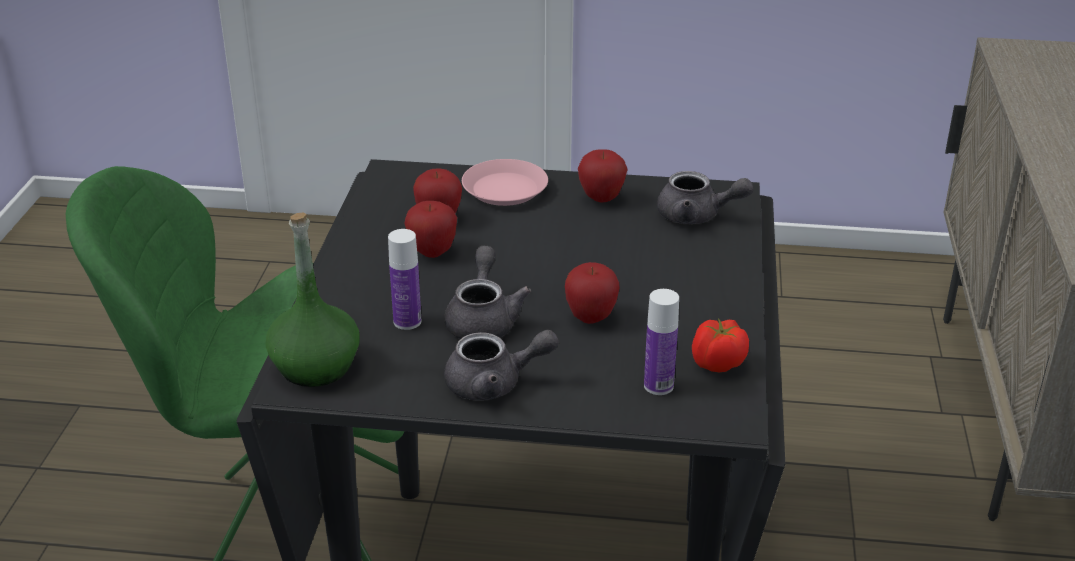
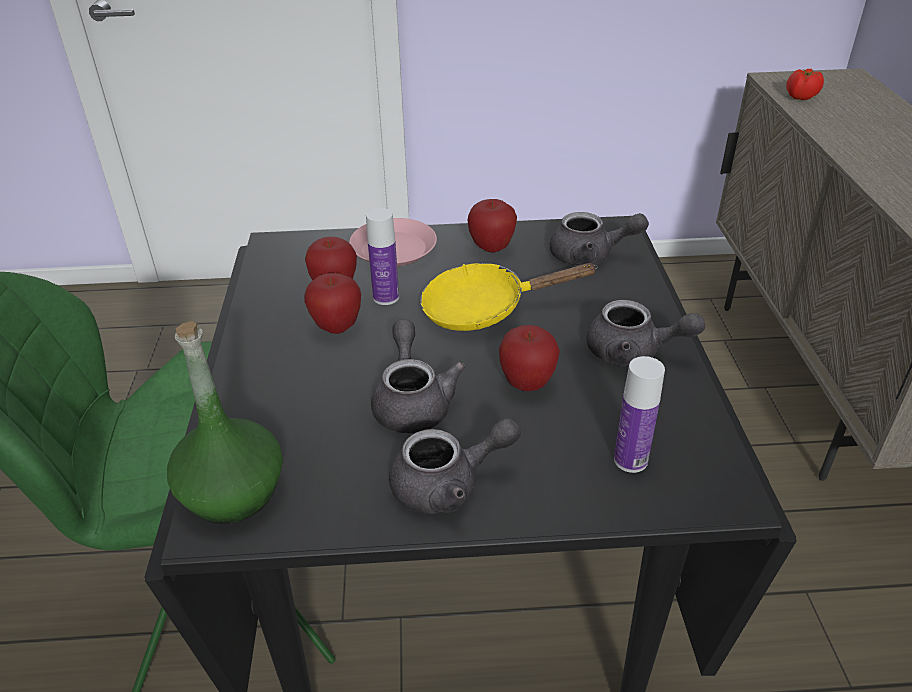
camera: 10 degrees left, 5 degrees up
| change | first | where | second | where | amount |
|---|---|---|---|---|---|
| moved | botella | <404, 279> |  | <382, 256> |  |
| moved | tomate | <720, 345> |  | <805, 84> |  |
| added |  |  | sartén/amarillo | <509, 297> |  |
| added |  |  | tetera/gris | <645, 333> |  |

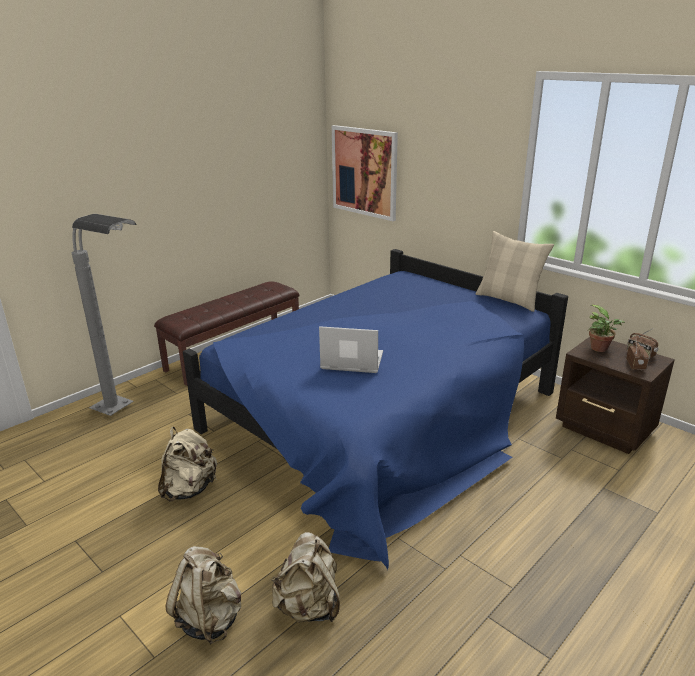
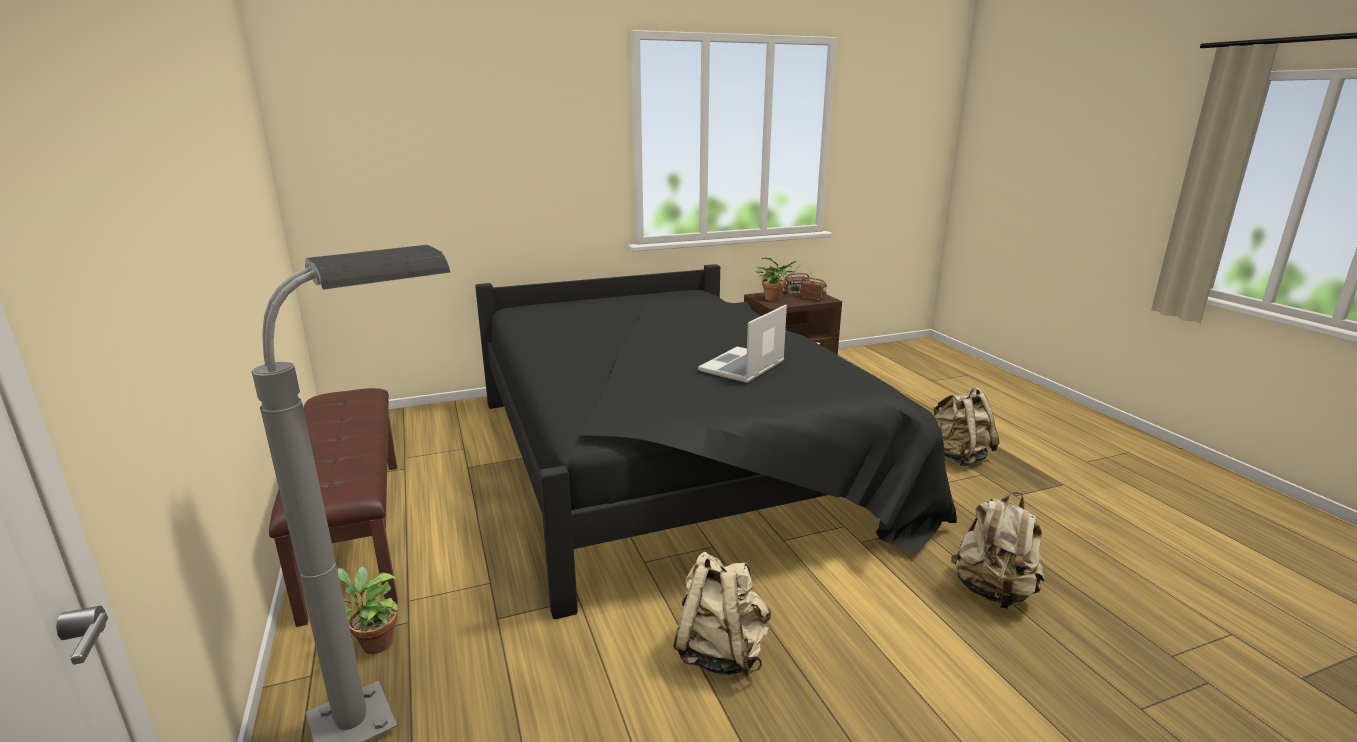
camera: 65 degrees left, 5 degrees down
| change | first | where | second | where | amount |
|---|---|---|---|---|---|
| moved | mochila/beis | <203, 595> |  | <966, 426> |  |
| recoloured | cama/azul | <375, 409> | cama/negro | <716, 442> |  |
| removed | cuadro | <365, 173> |  |  |  |
| removed | cojín/beis | <515, 271> |  |  |  |
| added |  |  | planta en maceta | <368, 610> |  |

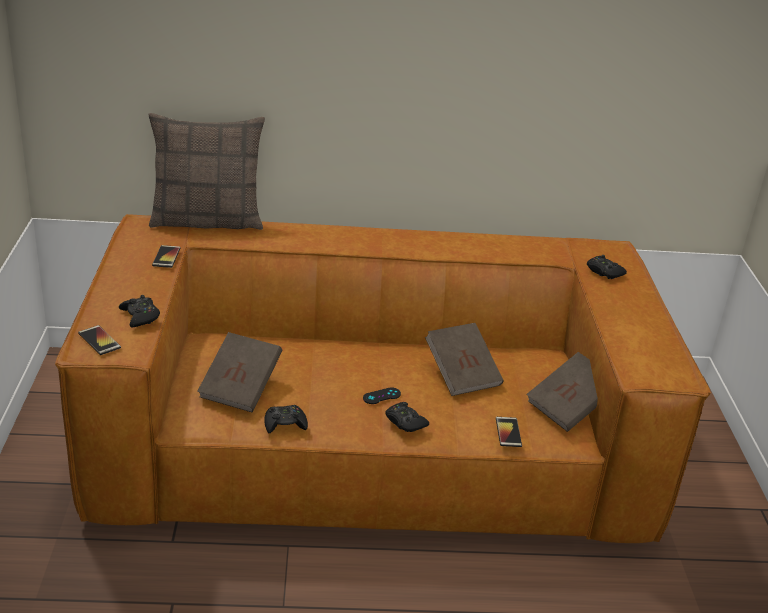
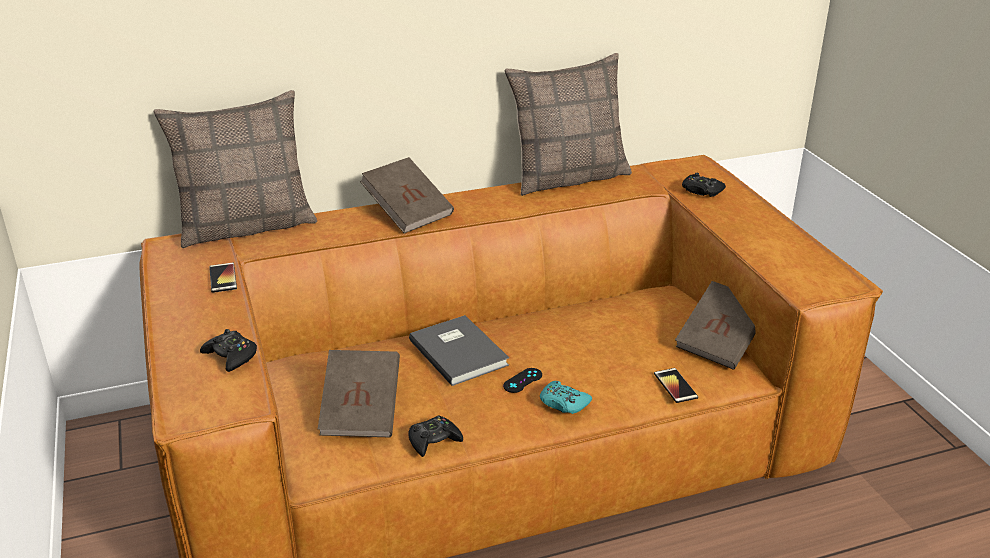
camera: 15 degrees left, 0 degrees up
| change | first | where | second | where | amount |
|---|---|---|---|---|---|
| removed | móvil | <99, 340> |  |  |  |
| recoloured | mando de consola/negro | <407, 417> | mando de consola/turquesa | <566, 397> |  |
| moved | libro/marrón | <464, 359> |  | <407, 195> |  |
| added |  |  | libro/gris | <459, 350> |  |
| added |  |  | cojín | <568, 124> |  |

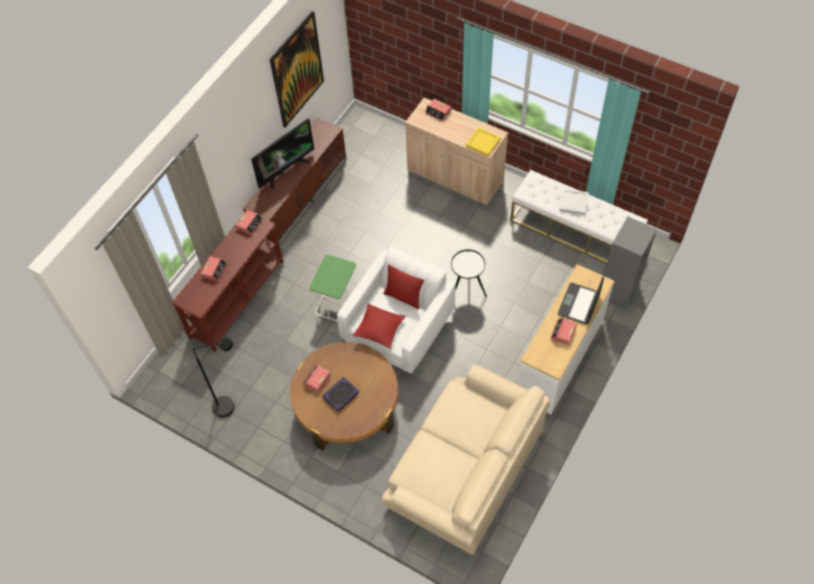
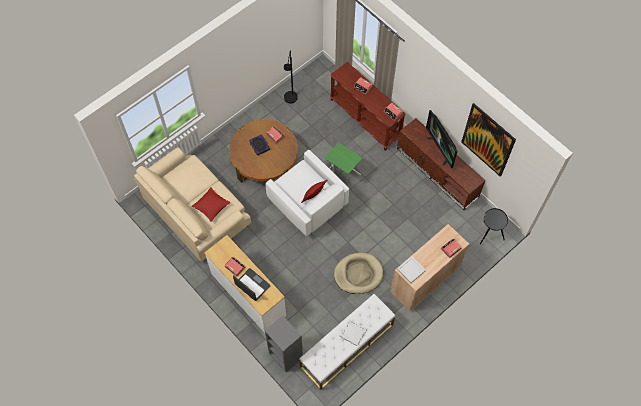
camera: 105 degrees right, 5 degrees up
| change | first | where | second | where | amount |
|---|---|---|---|---|---|
| moved | cojín/rojo | <379, 326> |  | <211, 204> |  |
| moved | mesa auxiliar/negro | <469, 273> |  | <494, 226> |  |
| recoloured | bandeja/amarillo | <483, 141> | bandeja/blanco | <411, 269> |  |
| added |  |  | cama para perro/beis | <358, 273> |  |

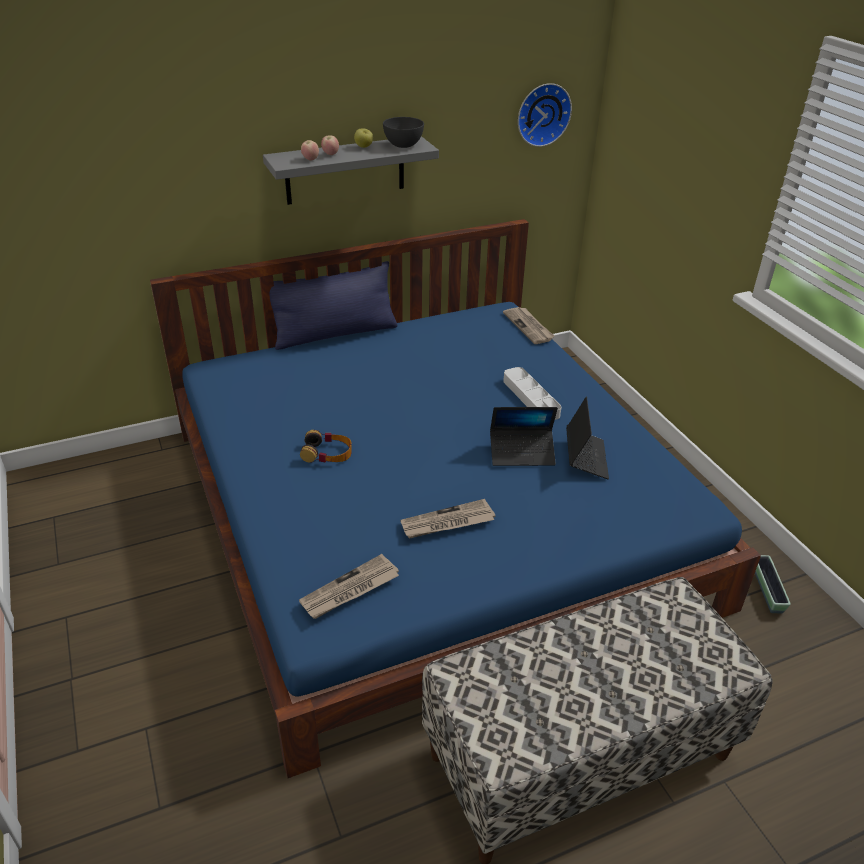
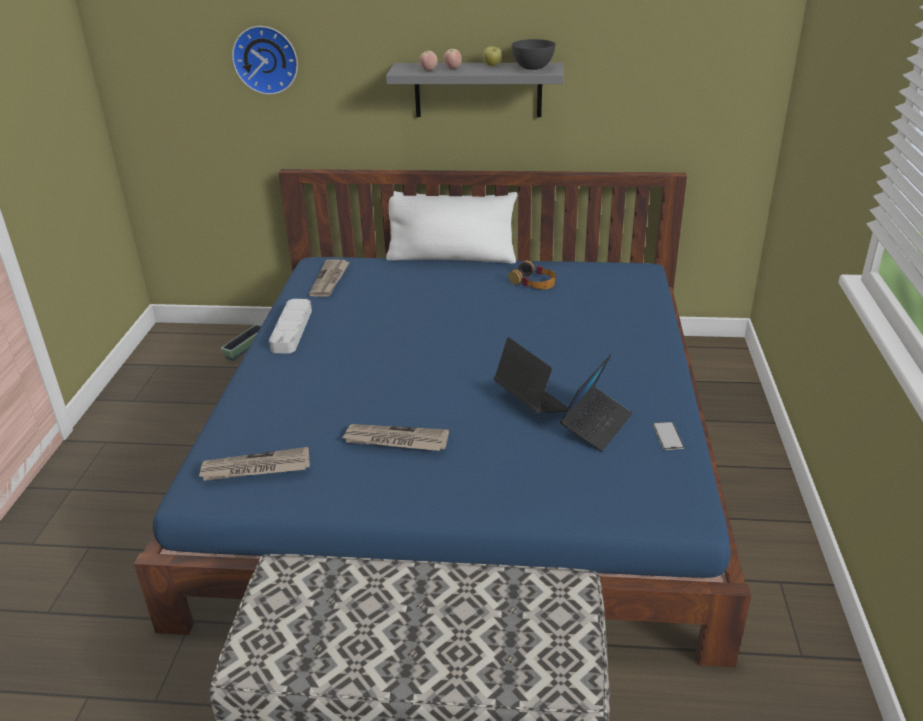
camera: 30 degrees right, 5 degrees down
| change | first | where | second | where | amount |
|---|---|---|---|---|---|
| recoloured | cojín/azul | <333, 305> | cojín/blanco | <451, 227> |  |
| moved | auriculares | <326, 446> |  | <532, 275> |  |
| turned | portátil | <524, 436> |  | <531, 375> | 150 degrees counterclockwise |
| moved | periódico | <528, 325> |  | <329, 278> |  |
| moved | bandeja/gris | <532, 393> |  | <290, 326> |  |
| moved | reloj de pared | <545, 115> |  | <265, 60> |  |
| moved | maceta | <773, 584> |  | <241, 342> |  |
| added |  |  | móvil | <668, 436> |  |

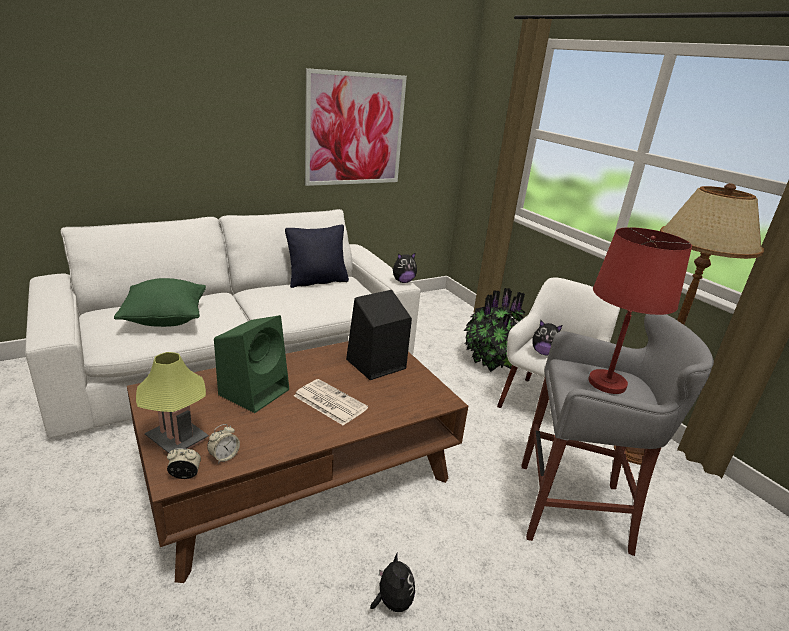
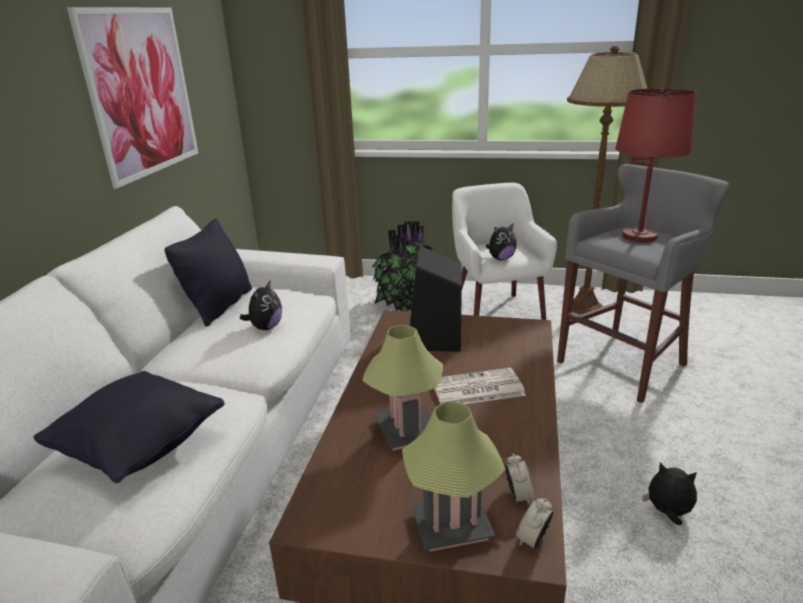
camera: 45 degrees left, 0 degrees up
| change | first | where | second | where | amount |
|---|---|---|---|---|---|
| recoloured | cojín/verde | <160, 302> | cojín/negro | <129, 427> |  |
| replaced | altavoz/verde | <251, 364> | lámpara de mesa | <402, 388> |  |
| moved | peluche | <404, 267> |  | <261, 305> |  |

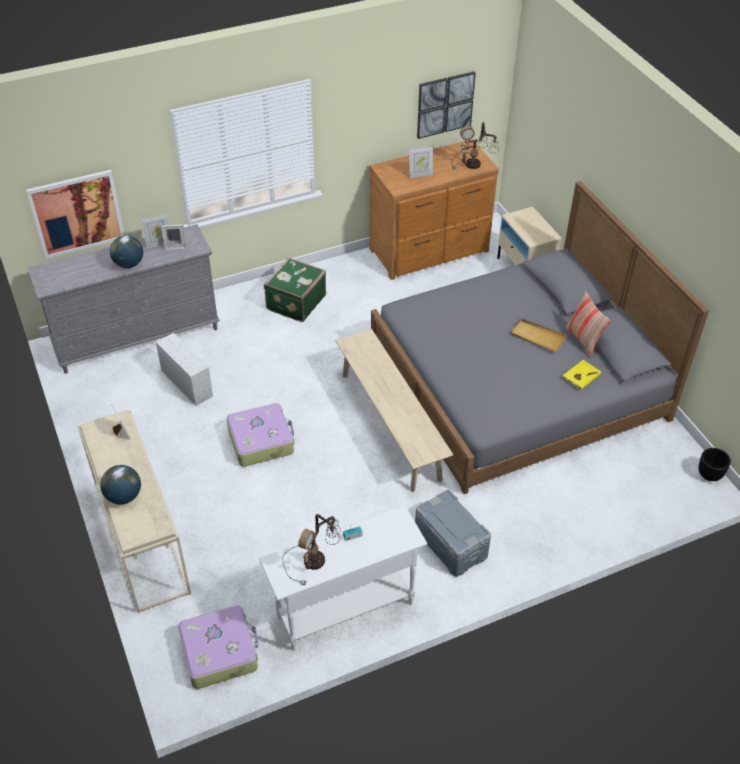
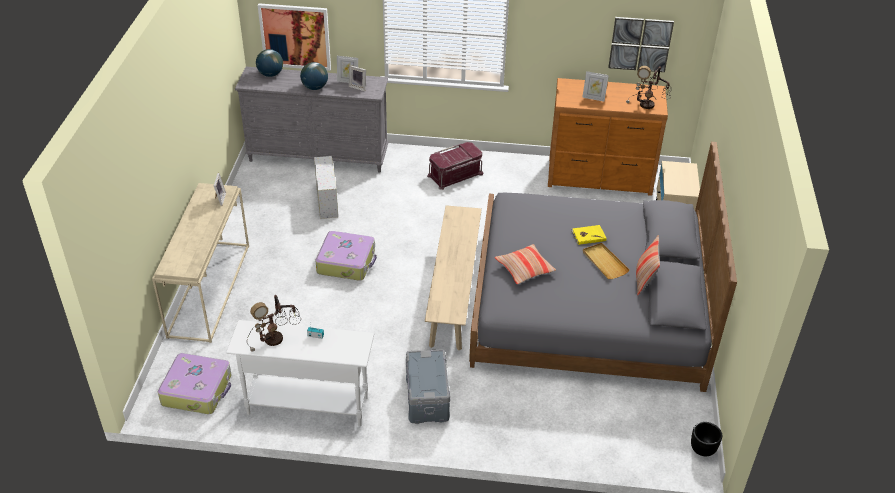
camera: 30 degrees right, 5 degrees down
| change | first | where | second | where | amount |
|---|---|---|---|---|---|
| moved | globo terráqueo | <120, 485> |  | <269, 63> |  |
| replaced | maleta/verde | <295, 289> | caja de almacenaje/rojo | <455, 166> |  |
| moved | libro/amarillo | <581, 375> |  | <589, 235> |  |
| added |  |  | cojín | <525, 264> |  |

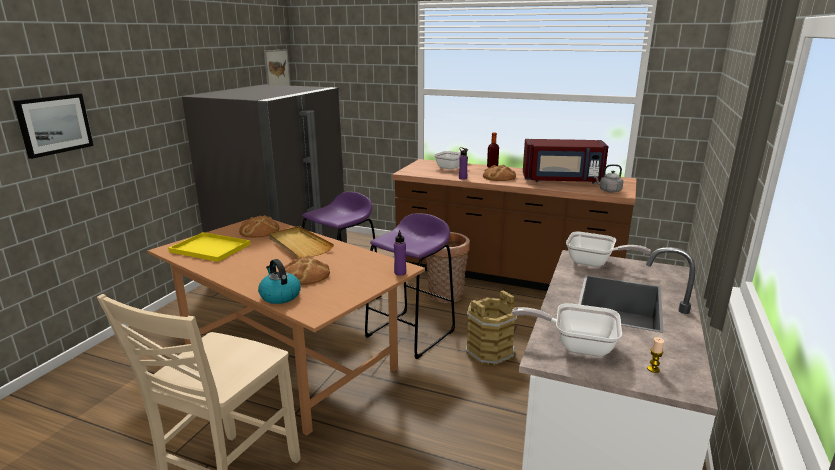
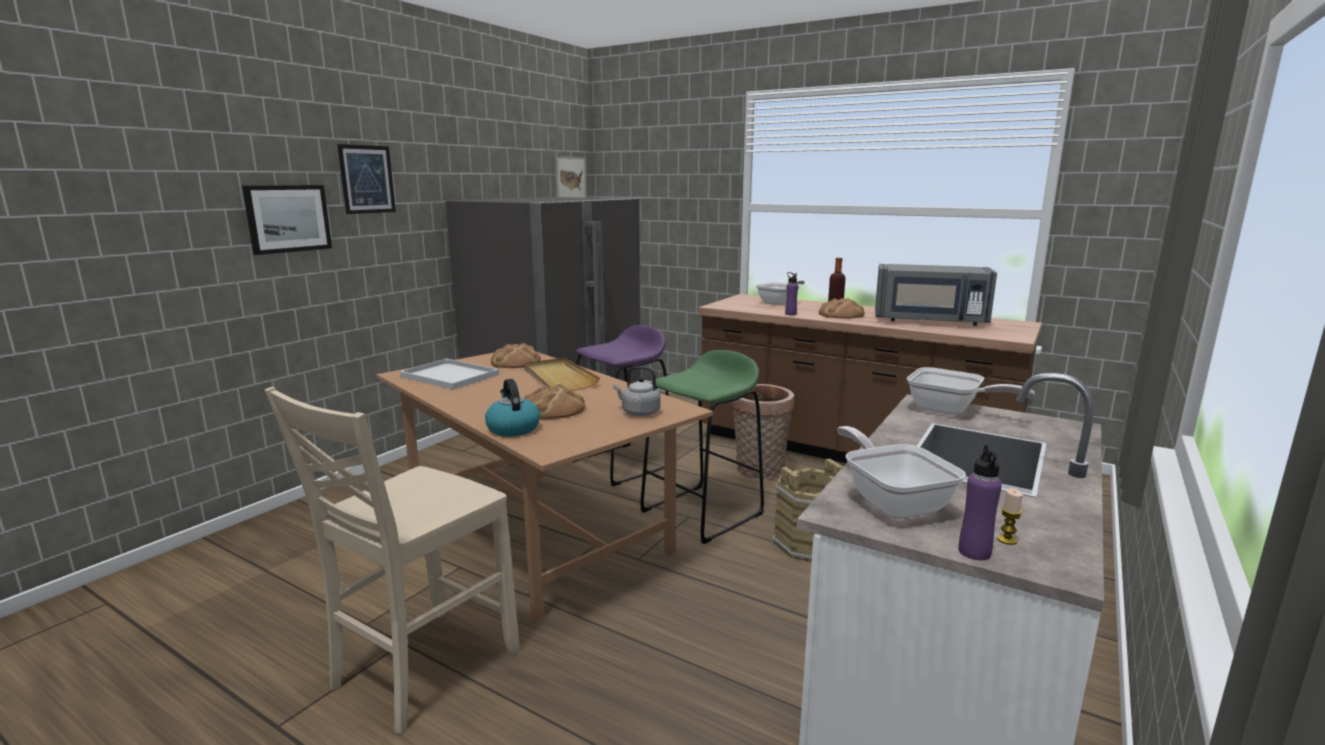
camera: 10 degrees right, 5 degrees down
| change | first | where | second | where | amount |
|---|---|---|---|---|---|
| recoloured | bandeja/amarillo | <209, 247> | bandeja/blanco | <449, 374> |  |
| recoloured | taburete/morado | <410, 286> | taburete/verde | <702, 447> |  |
| moved | botella/morado | <400, 253> |  | <980, 502> |  |
| turned | sartén | <567, 330> |  | <901, 472> | 45 degrees clockwise |
| recoloured | microondas/rojo | <566, 161> | microondas/gris | <936, 295> |  |
| moved | hervidor/gris | <608, 178> |  | <637, 391> |  |
| added |  |  | cuadro | <366, 179> |  |

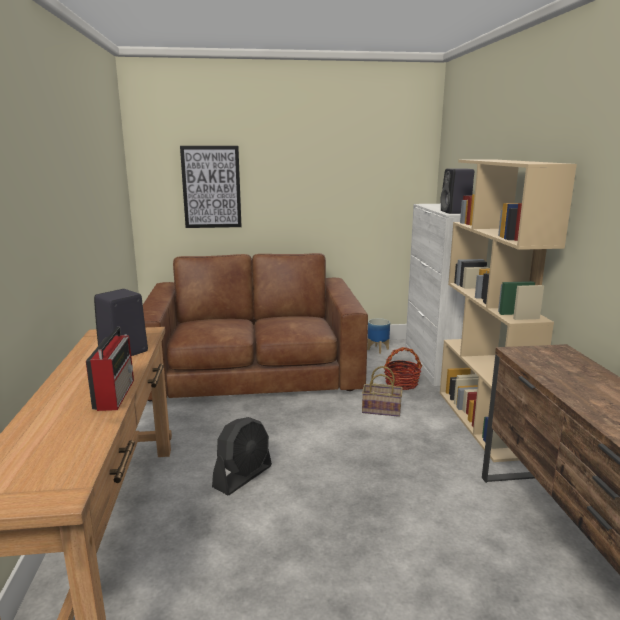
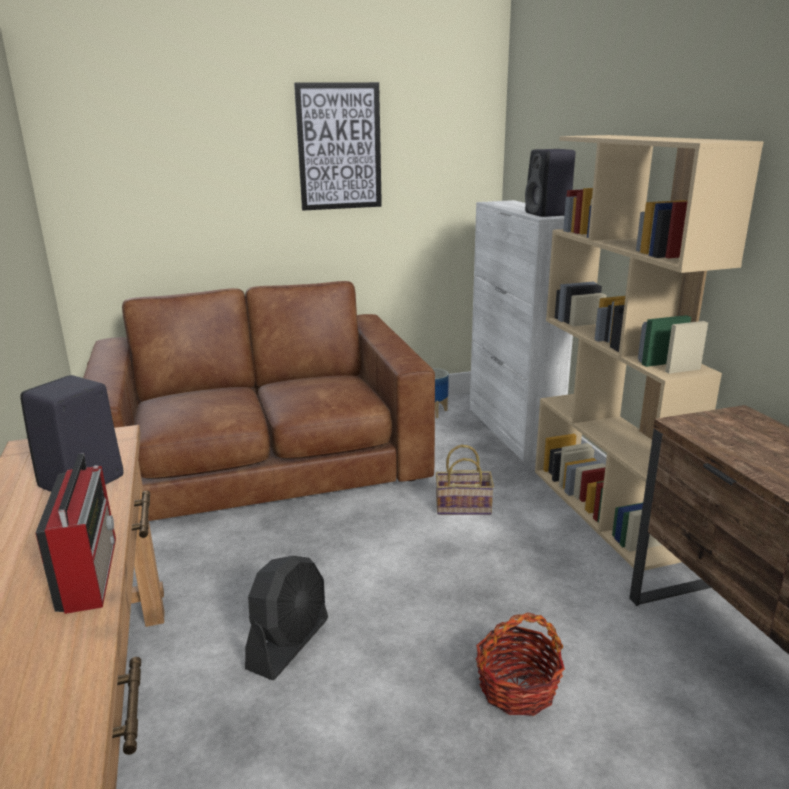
camera: 10 degrees left, 5 degrees up
| change | first | where | second | where | amount |
|---|---|---|---|---|---|
| moved | cuadro | <211, 187> |  | <338, 146> |  |
| moved | cesta | <403, 368> |  | <520, 664> |  |

